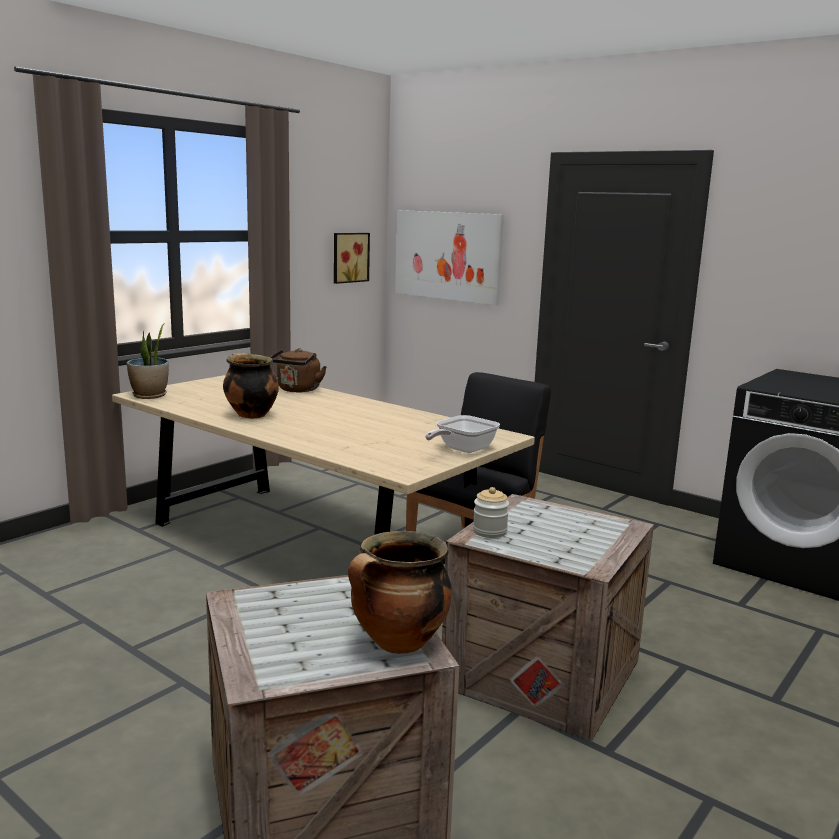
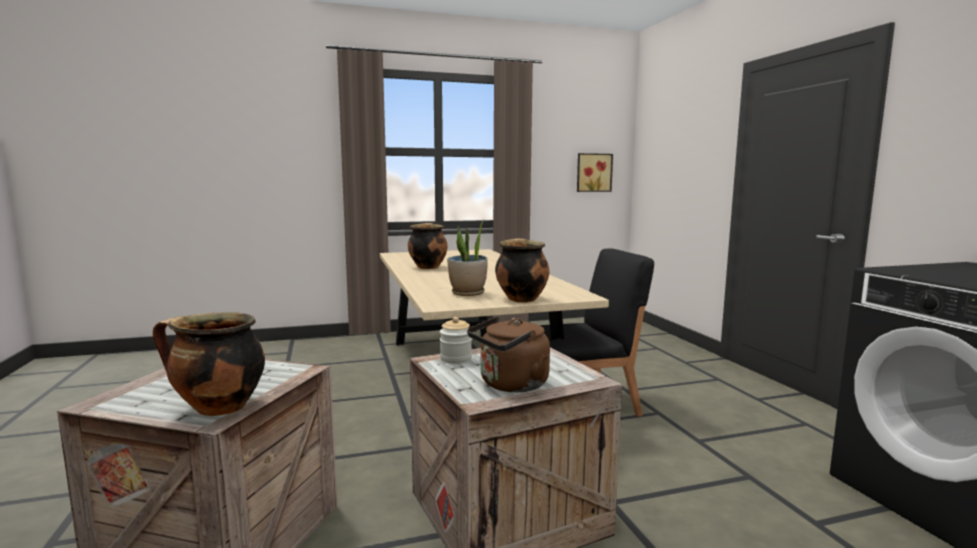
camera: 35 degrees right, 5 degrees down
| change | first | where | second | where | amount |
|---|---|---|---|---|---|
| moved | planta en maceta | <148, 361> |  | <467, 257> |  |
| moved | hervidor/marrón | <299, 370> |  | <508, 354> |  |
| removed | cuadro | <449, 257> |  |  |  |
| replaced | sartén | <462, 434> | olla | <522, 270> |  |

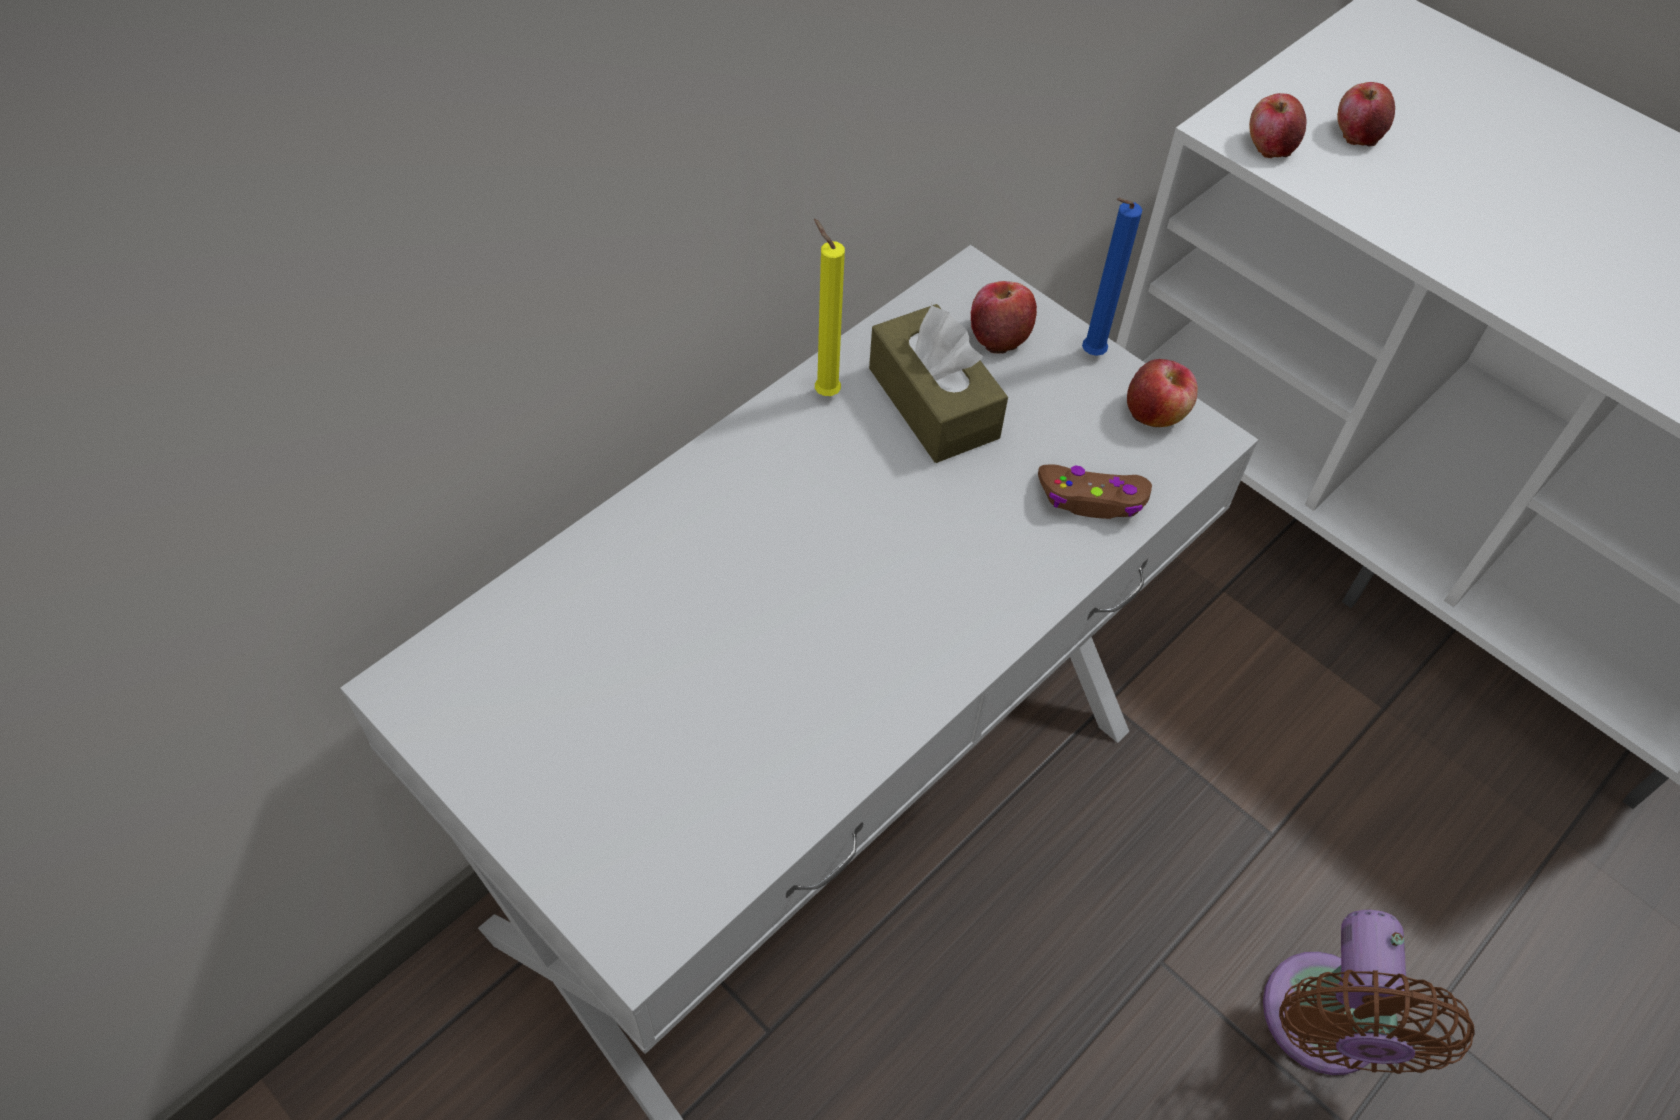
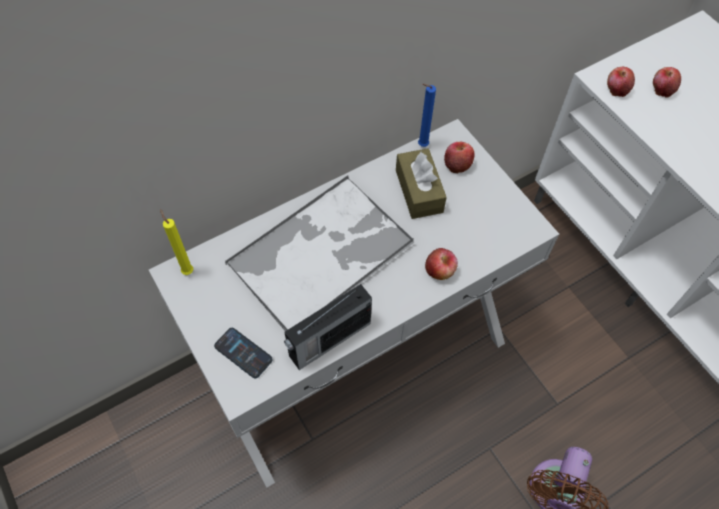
camera: 15 degrees right, 5 degrees up
| change | first | where | second | where | amount |
|---|---|---|---|---|---|
| moved | vela/amarillo | <829, 307> |  | <177, 242> |  |
| removed | mando de consola/marrón | <1095, 491> |  |  |  |
| moved | vela/azul | <1112, 277> |  | <427, 115> |  |
| moved | manzana | <1162, 393> |  | <441, 264> |  |
| added |  |  | móvil | <243, 353> |  |
| added |  |  | bandeja | <320, 253> |  |
| added |  |  | radio | <328, 327> |  |

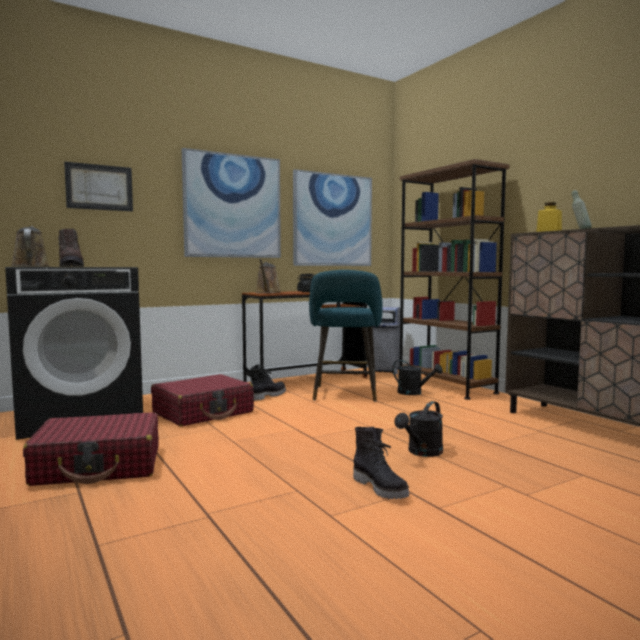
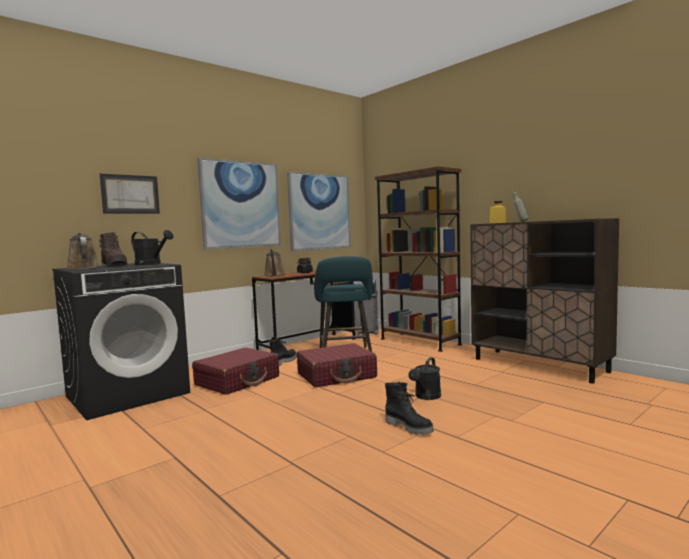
camera: 10 degrees left, 0 degrees up
| change | first | where | second | where | amount |
|---|---|---|---|---|---|
| moved | maleta/rojo | <91, 449> |  | <337, 365> |  |
| moved | regadera/negro | <418, 377> |  | <152, 247> |  |

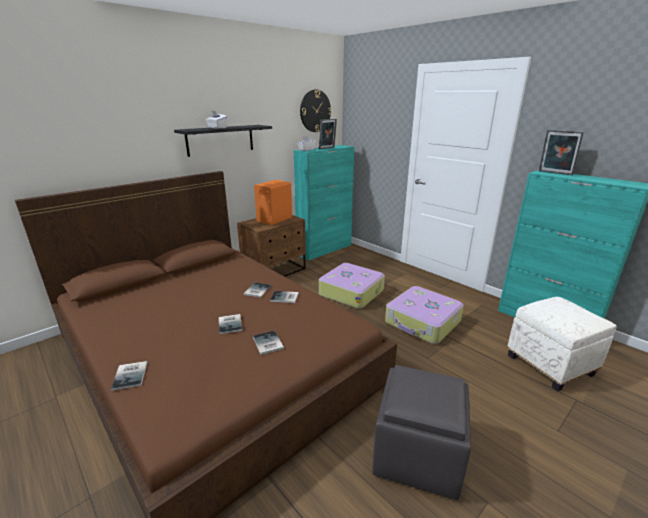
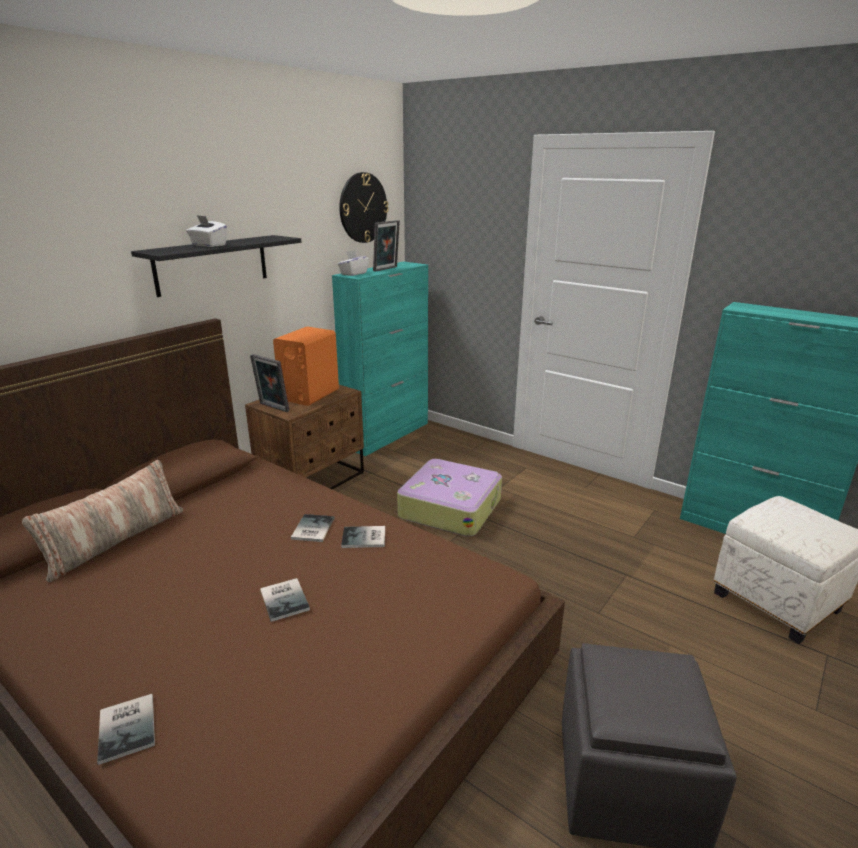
camera: 10 degrees left, 0 degrees up
| change | first | where | second | where | amount |
|---|---|---|---|---|---|
| removed | libro | <268, 343> |  |  |  |
| removed | maleta | <424, 315> |  |  |  |
| moved | portarretratos | <561, 152> |  | <270, 383> |  |
| added |  |  | cojín | <102, 521> |  |

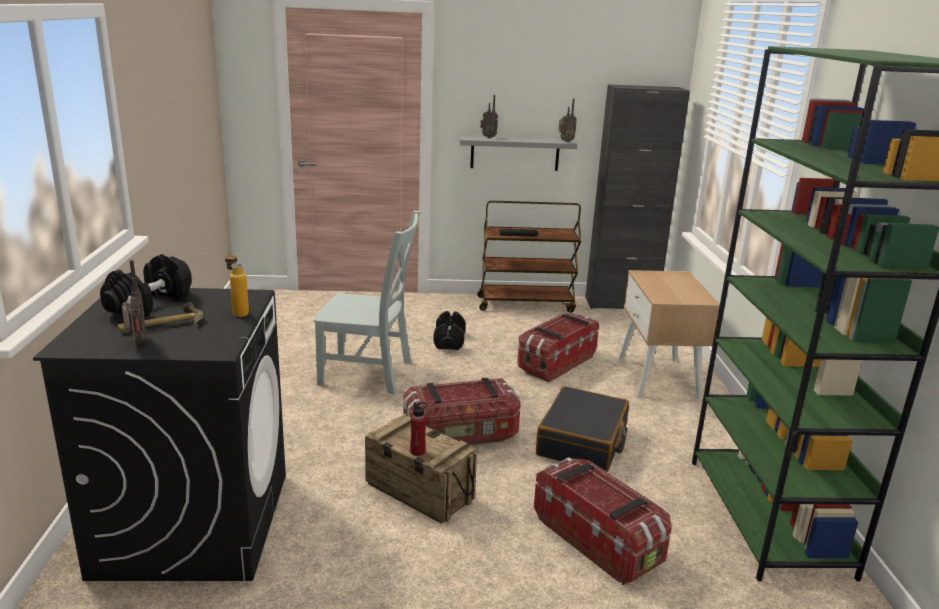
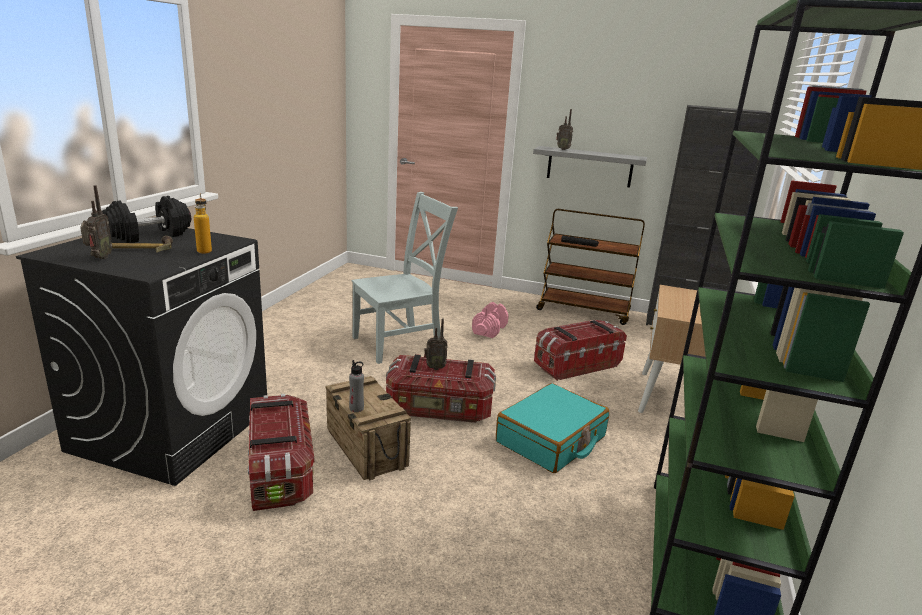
camera: 20 degrees right, 0 degrees up
| change | first | where | second | where | amount |
|---|---|---|---|---|---|
| turned | silla/gris | <367, 302> |  | <404, 278> | 60 degrees counterclockwise |
| recoloured | botella/rojo | <418, 429> | botella/gris | <356, 386> |  |
| recoloured | mancuerna/negro | <449, 330> | mancuerna/rosa | <490, 320> |  |
| moved | caja de almacenaje | <603, 521> |  | <281, 452> |  |
| recoloured | maleta/negro | <582, 429> | maleta/turquesa | <552, 428> |  |
| moved | radio | <568, 120> |  | <436, 344> |  |

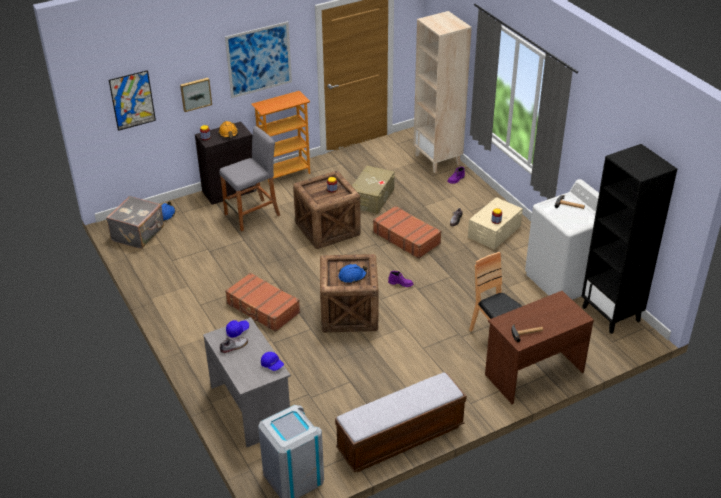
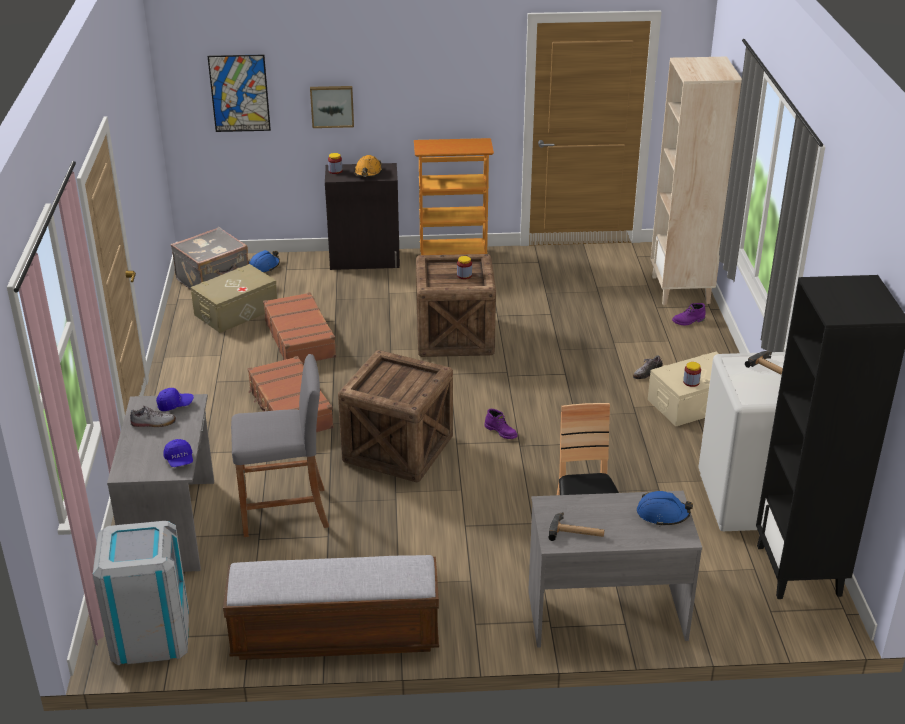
camera: 25 degrees right, 5 degrees down
| change | first | where | second | where | amount |
|---|---|---|---|---|---|
| moved | taburete/gris | <249, 178> |  | <280, 445> |  |
| removed | cuadro | <258, 59> |  |  |  |
| moved | casco/azul | <352, 273> |  | <665, 508> |  |
| moved | caja de almacenaje/beis | <373, 190> |  | <234, 298> |  |
| moved | maleta/marrón | <407, 232> |  | <300, 327> |  |
| recoloured | escritorio/marrón | <539, 347> | escritorio/gris | <615, 569> |  |

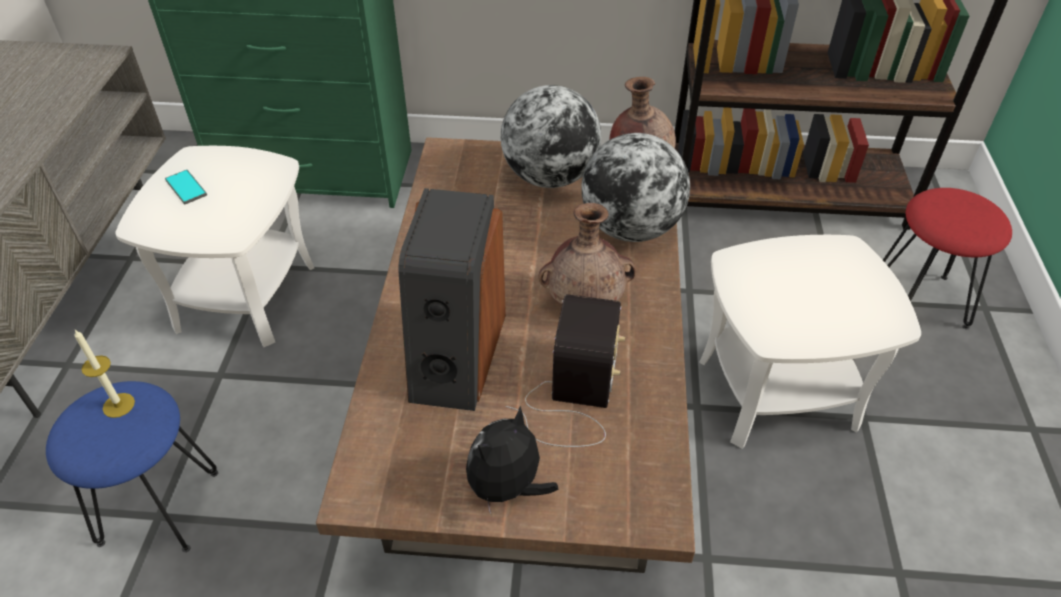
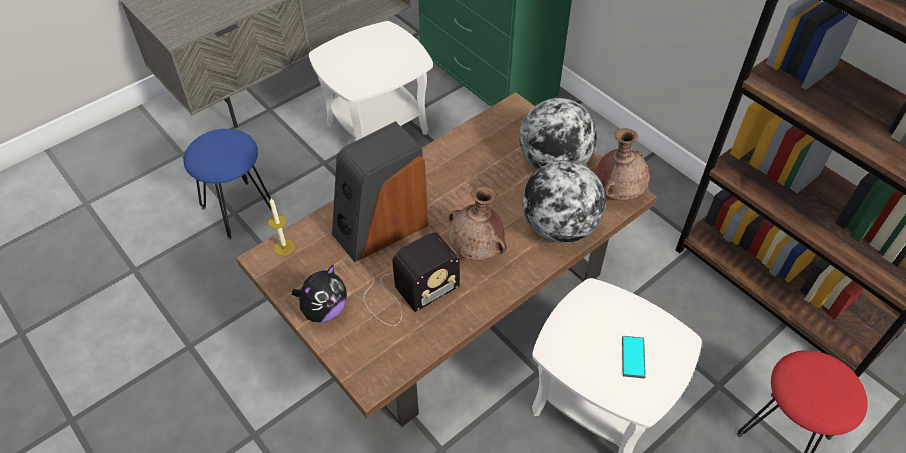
camera: 45 degrees right, 5 degrees up
| change | first | where | second | where | amount |
|---|---|---|---|---|---|
| moved | vela | <104, 374> |  | <281, 227> |  |
| moved | móvil | <186, 187> |  | <634, 357> |  |
| turned | peluche | <512, 460> |  | <319, 293> | 135 degrees clockwise |

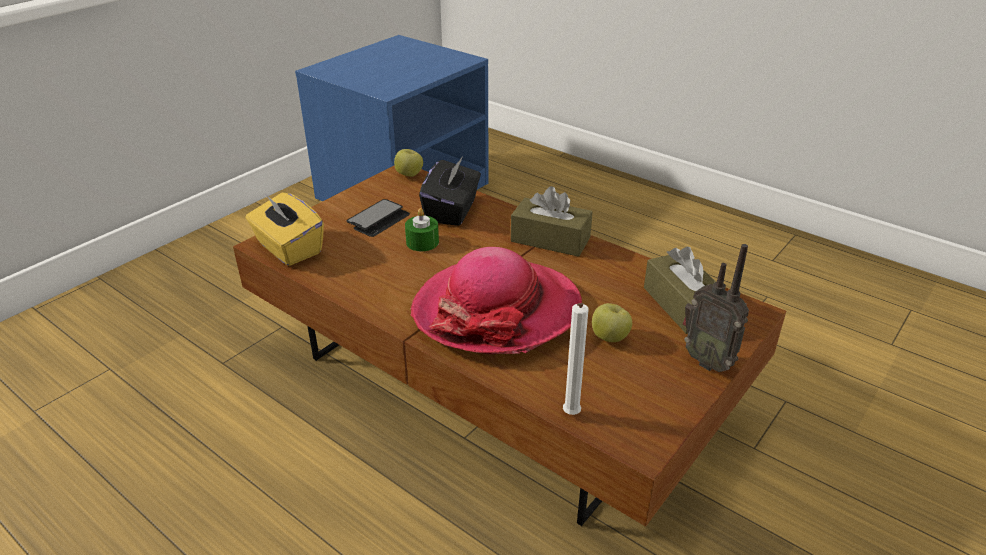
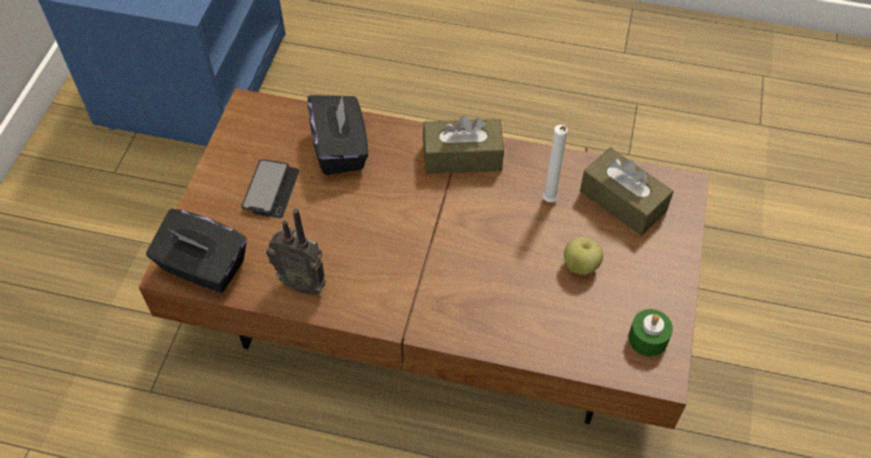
camera: 25 degrees left, 20 degrees up
| change | first | where | second | where | amount |
|---|---|---|---|---|---|
| recoloured | caja de pañuelos/amarillo | <284, 229> | caja de pañuelos/negro | <196, 251> |  |
| removed | manzana | <408, 163> |  |  |  |
| moved | vela/verde | <422, 229> |  | <650, 333> |  |
| removed | sombrero | <496, 300> |  |  |  |
| moved | vela/blanco | <576, 359> |  | <555, 163> |  |
| moved | radio | <716, 308> |  | <296, 251> |  |

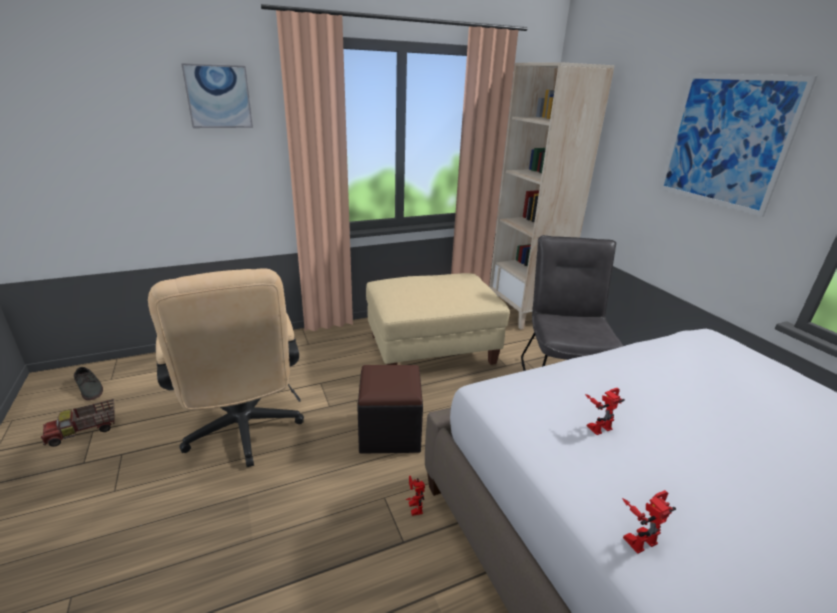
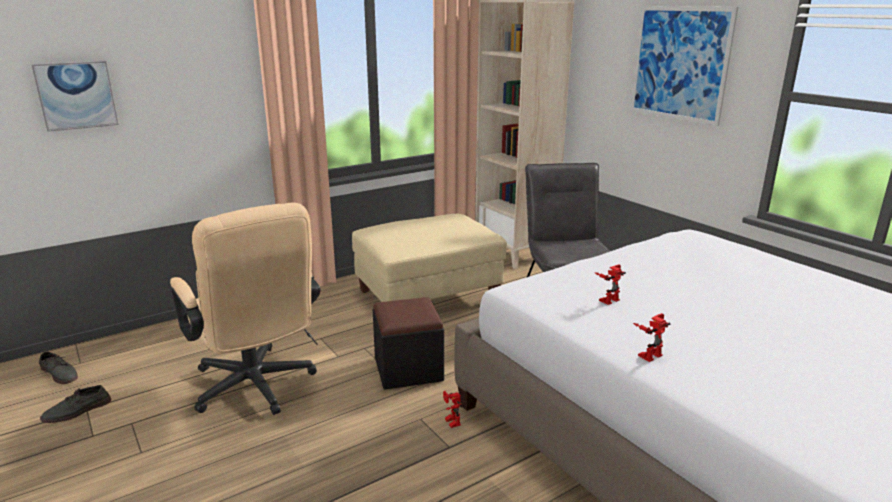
camera: 10 degrees left, 5 degrees down
| change | first | where | second | where | amount |
|---|---|---|---|---|---|
| replaced | camión de juguete | <78, 423> | zapato/gris | <75, 404> |  |
| moved | cuadro | <217, 95> |  | <75, 96> |  |

